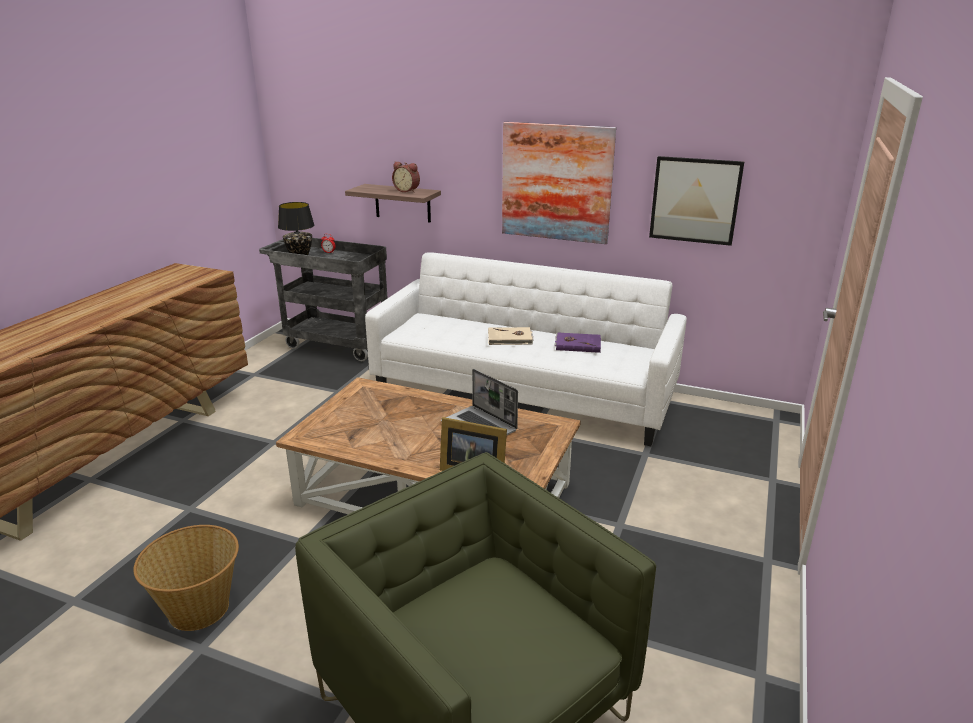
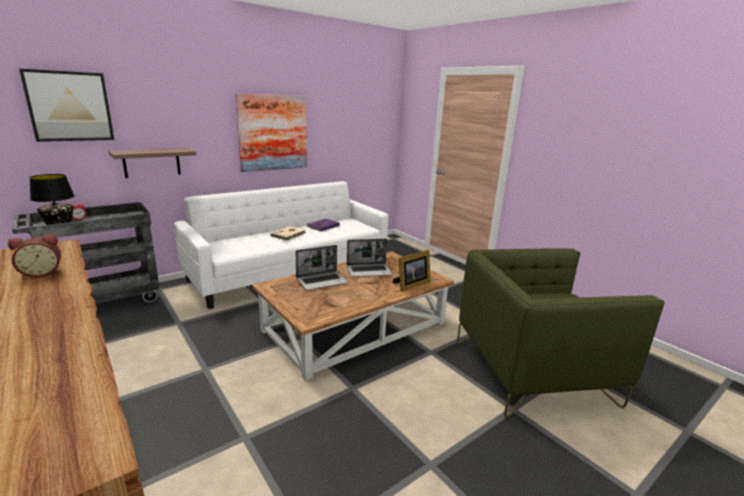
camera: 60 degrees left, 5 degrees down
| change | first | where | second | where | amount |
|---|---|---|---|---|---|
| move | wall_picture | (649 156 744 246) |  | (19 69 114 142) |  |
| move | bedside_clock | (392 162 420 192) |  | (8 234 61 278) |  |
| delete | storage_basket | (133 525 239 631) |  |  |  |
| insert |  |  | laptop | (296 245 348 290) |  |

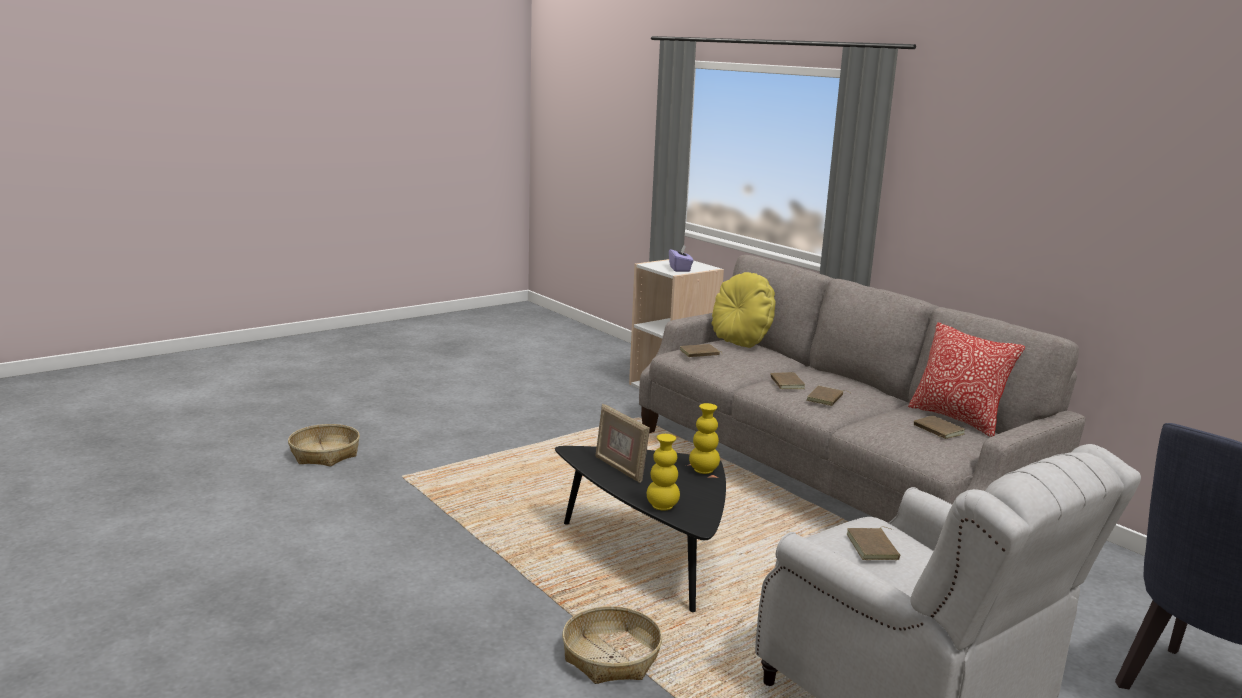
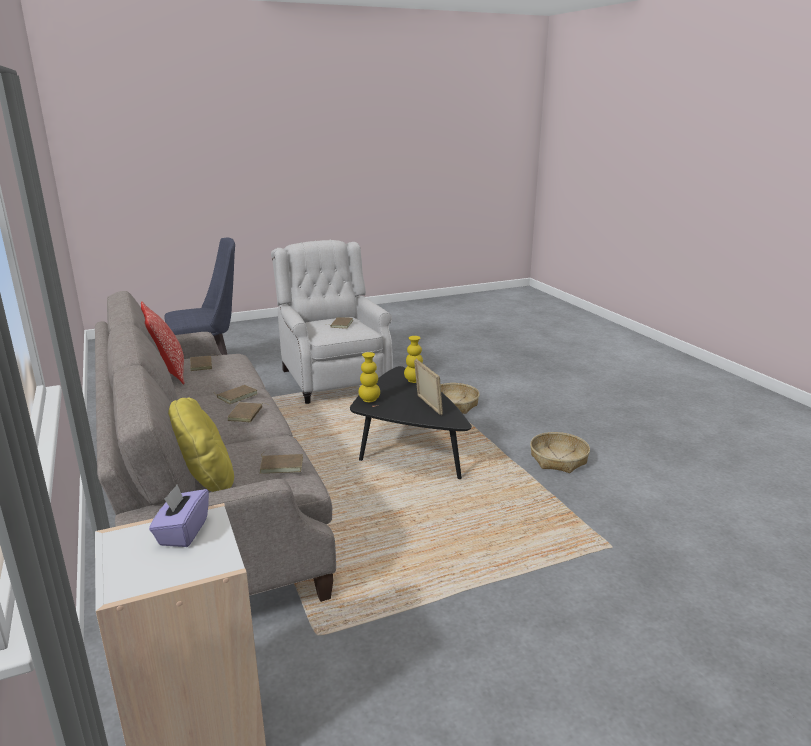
camera: 165 degrees left, 5 degrees up
| change | first | where | second | where | amount |
|---|---|---|---|---|---|
| move | storage_basket | (288 424 360 466) |  | (530 432 590 473) |  |

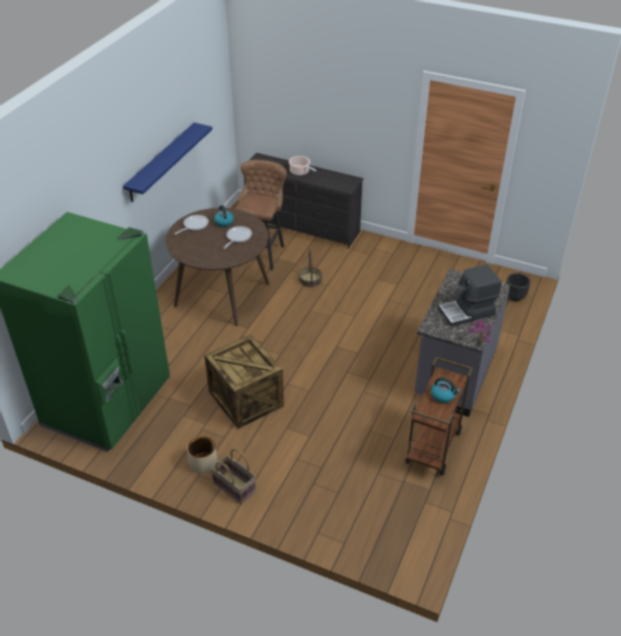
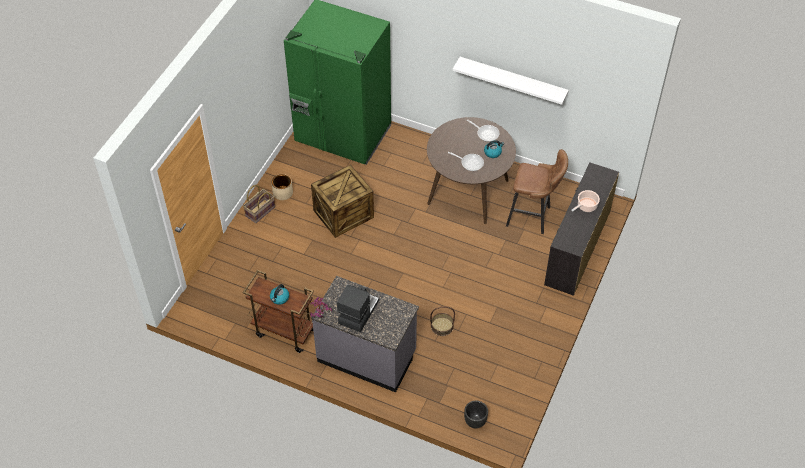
camera: 90 degrees right, 10 degrees up
| change | first | where | second | where | amount |
|---|---|---|---|---|---|
| recolor | bluish_bracket_shelf | (123 122 212 202) | white_bracket_shelf | (453 57 569 105) |  |
| move | storage_basket | (299 249 322 288) |  | (430 306 455 336) |  |
| rotate | coffee_maker | (438 264 502 327) |  | (337 285 379 332) | 45 degrees clockwise |

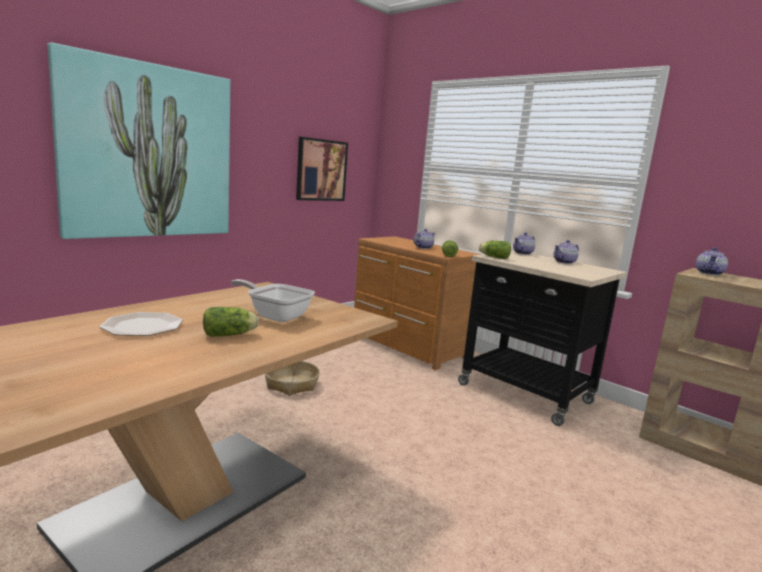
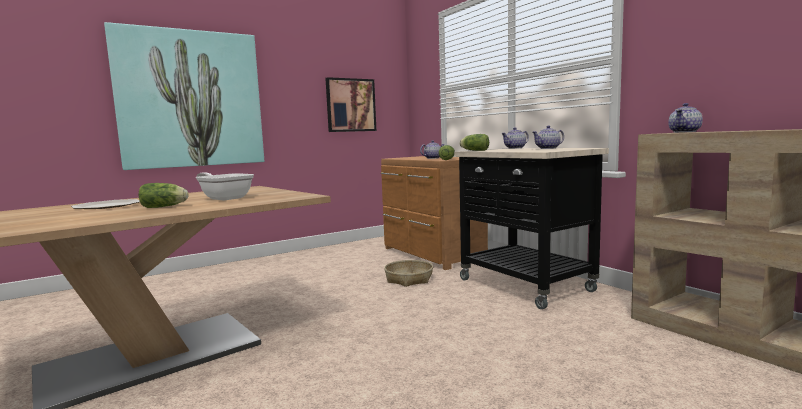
camera: 15 degrees right, 5 degrees down
| change | first | where | second | where | amount |
|---|---|---|---|---|---|
| move | storage_basket | (265 361 320 396) |  | (384 260 433 287) |  |

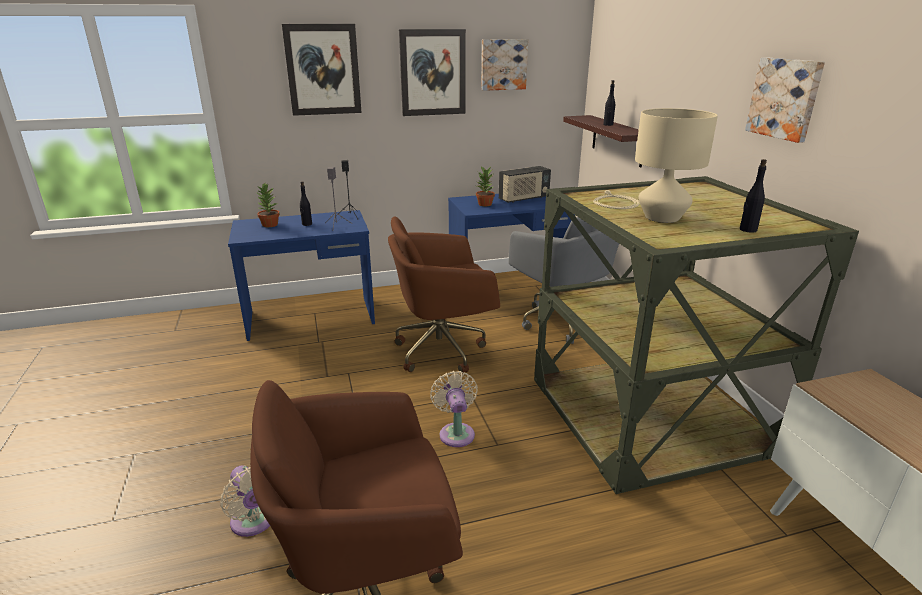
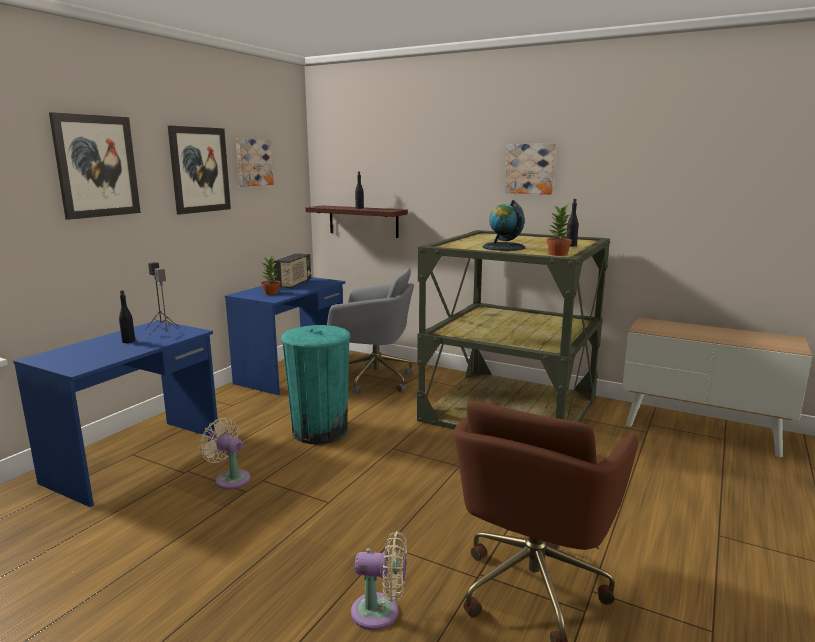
camera: 45 degrees left, 10 degrees down
| change | first | where | second | where | amount |
|---|---|---|---|---|---|
| replace | beige_tabletop_lamp | (593 108 718 223) | globe | (483 200 525 251) |  |
| move | houseplant | (256 183 280 227) |  | (546 204 572 256) |  |
| replace | brown_desk_chair | (388 216 500 372) | turquoise_waste_bin | (281 325 351 444) |  |
| move | beige_cooling_fan | (430 371 478 447) |  | (199 418 250 489) |  |

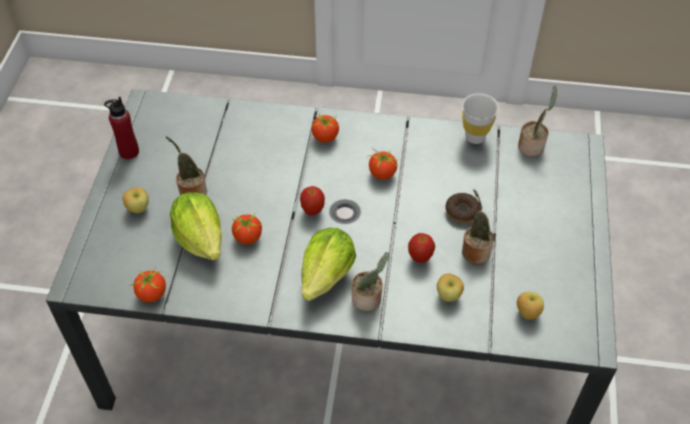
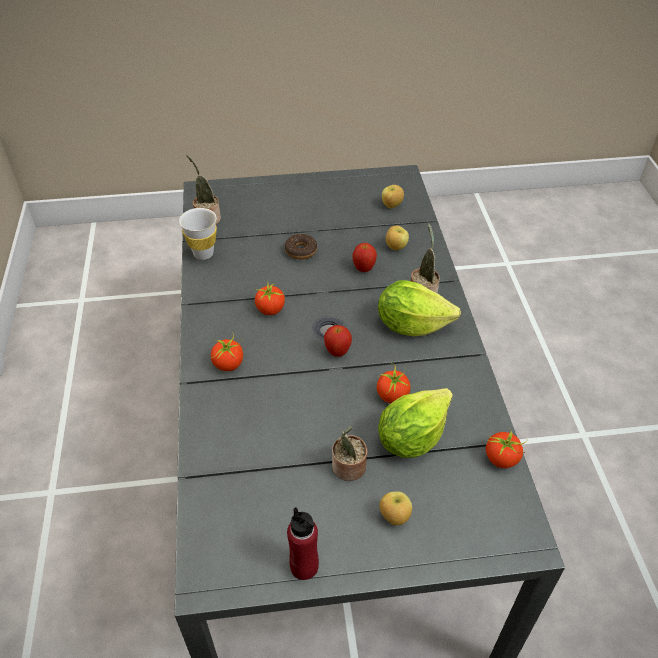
camera: 105 degrees left, 5 degrees down
| change | first | where | second | where | amount |
|---|---|---|---|---|---|
| delete | houseplant | (462 189 494 264) |  |  |  |

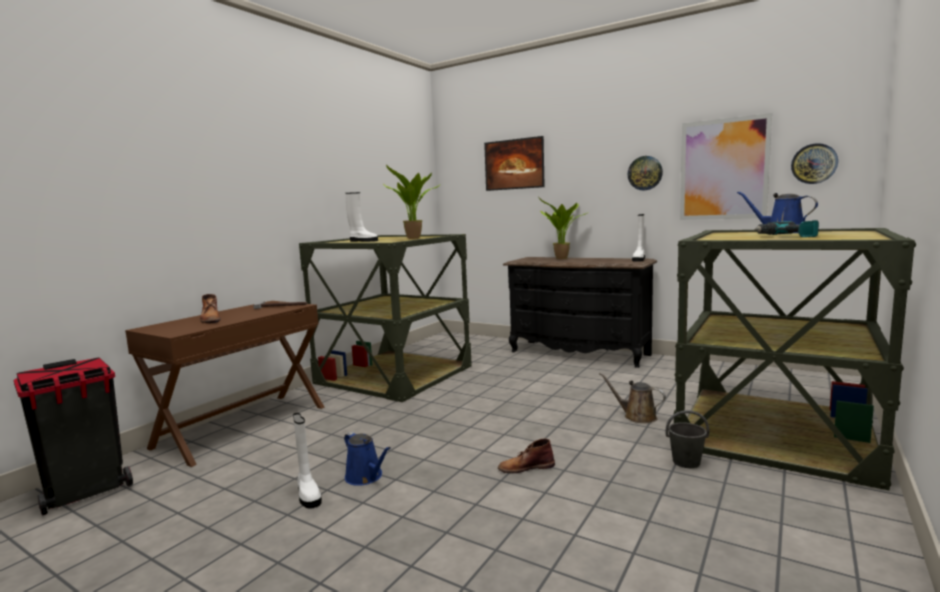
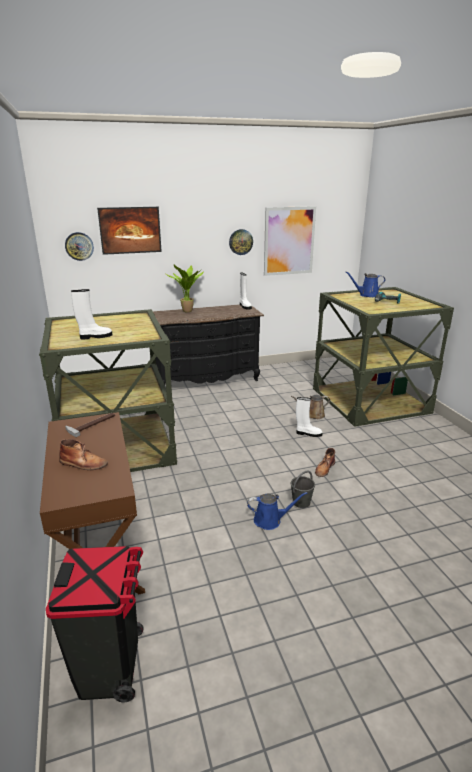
camera: 50 degrees left, 15 degrees up
| change | first | where | second | where | amount |
|---|---|---|---|---|---|
| move | hanging_clock | (791 143 838 184) |  | (65 232 94 261) |  |
| delete | houseplant | (383 165 441 239) |  |  |  |
| move | gray_bucket | (665 410 709 468) |  | (291 471 315 508) |  |
| move | white_high-top_boot | (293 413 322 509) |  | (296 397 323 437) |  |

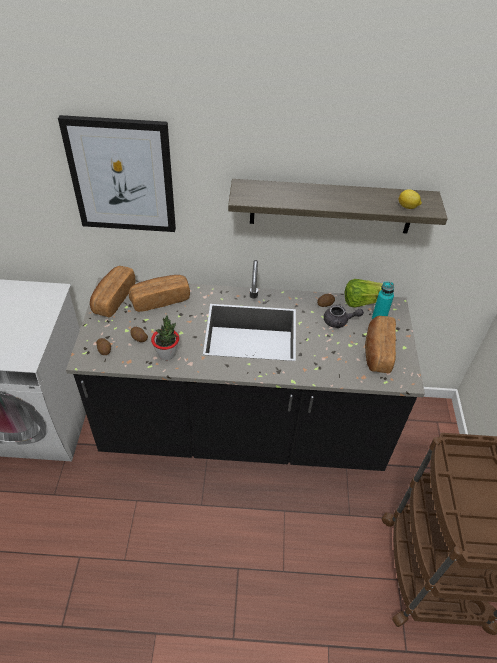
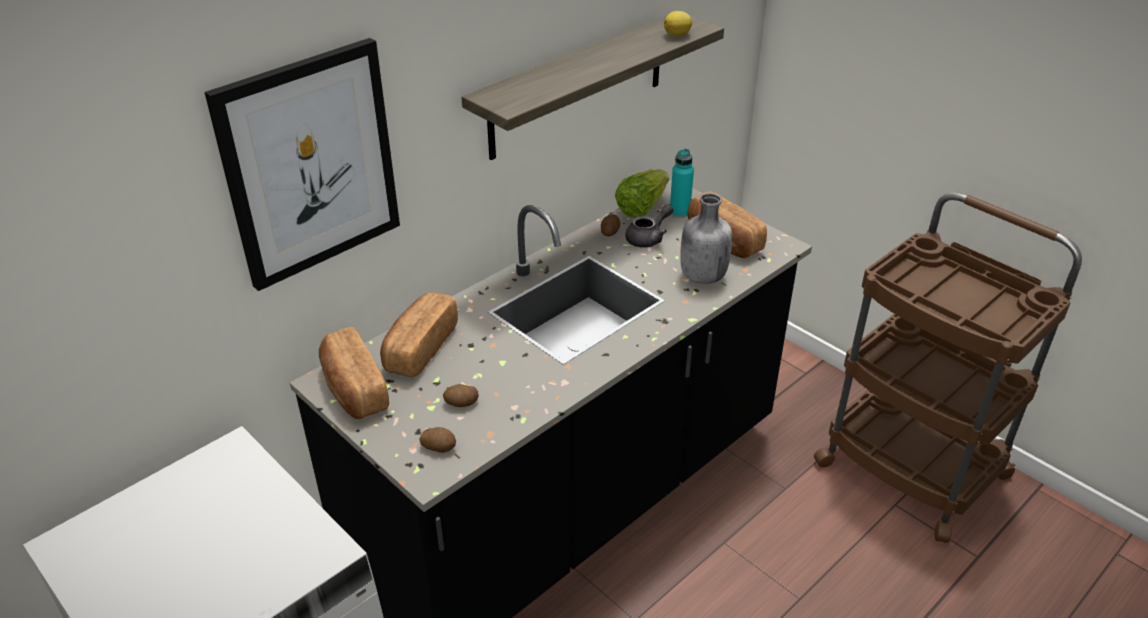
camera: 45 degrees left, 10 degrees down
| change | first | where | second | where | amount |
|---|---|---|---|---|---|
| delete | houseplant | (151 315 179 360) |  |  |  |
| insert |  |  | gray_bottle | (680 193 732 284) |  |

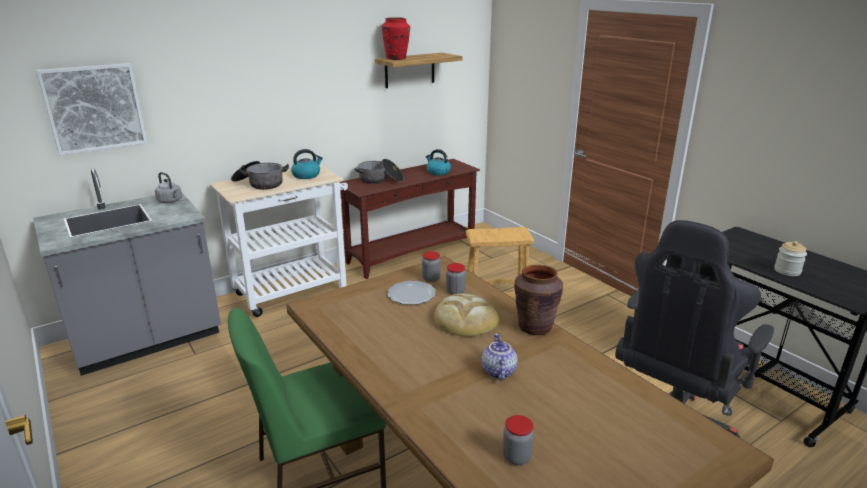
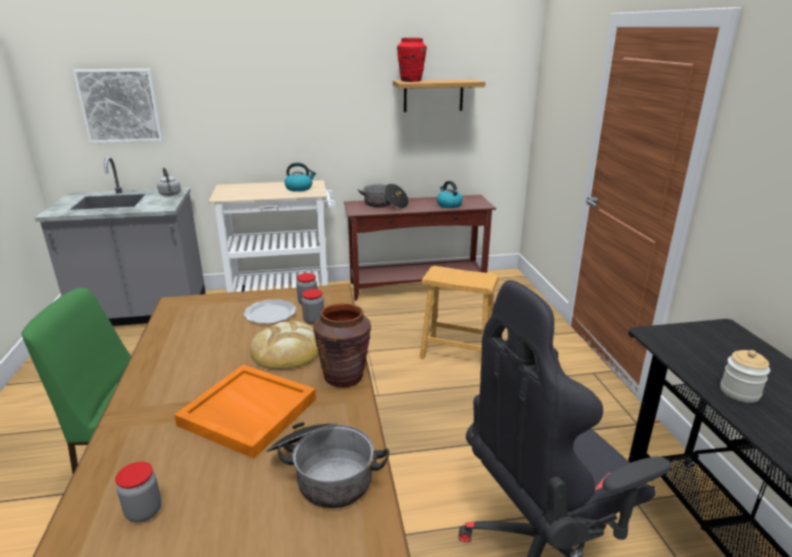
camera: 25 degrees right, 0 degrees up
| change | first | where | second | where | amount |
|---|---|---|---|---|---|
| move | saucepot | (231 161 289 190) |  | (266 422 390 508) |  |
| replace | tea_pot | (481 333 518 381) | orangey_carrying_tray | (174 365 316 459) |  |

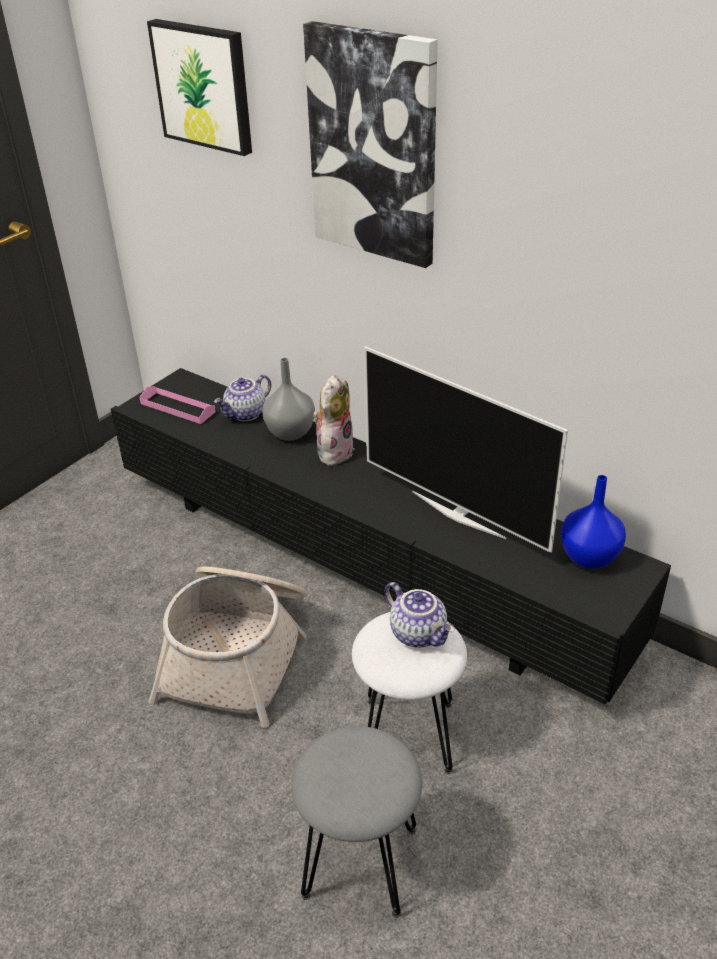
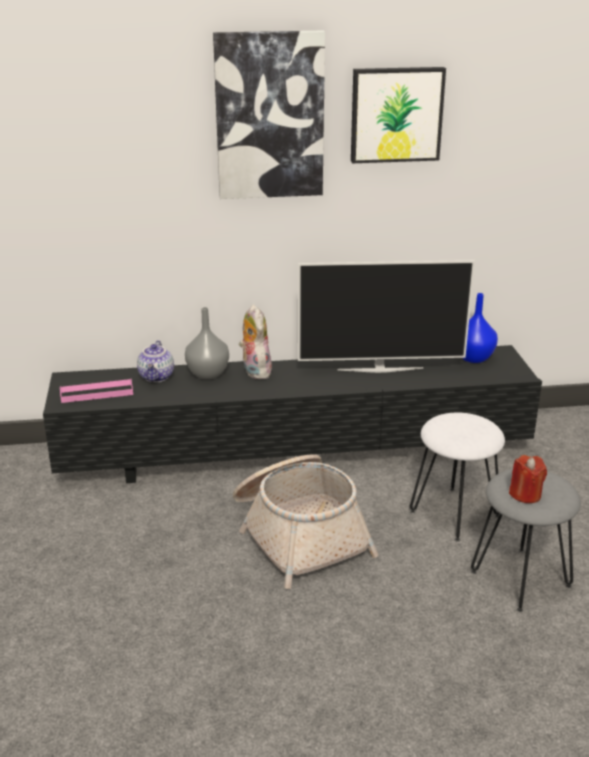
camera: 45 degrees left, 10 degrees down
| change | first | where | second | where | amount |
|---|---|---|---|---|---|
| move | wall_picture | (147 19 252 156) |  | (351 67 446 163) |  |
| delete | tea_pot | (384 582 455 648) |  |  |  |
| insert |  |  | reddish_wax_candle | (509 455 547 503) |  |

